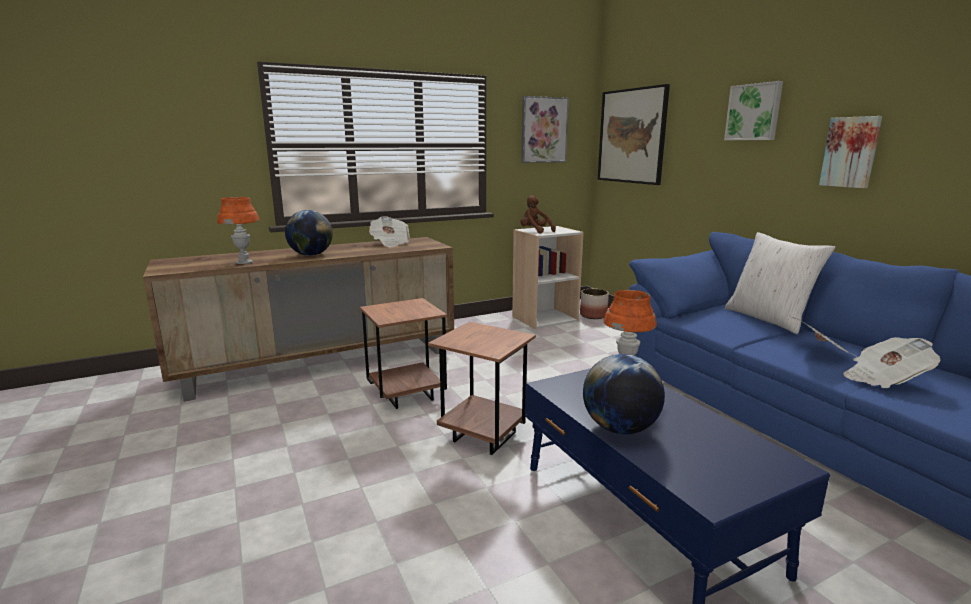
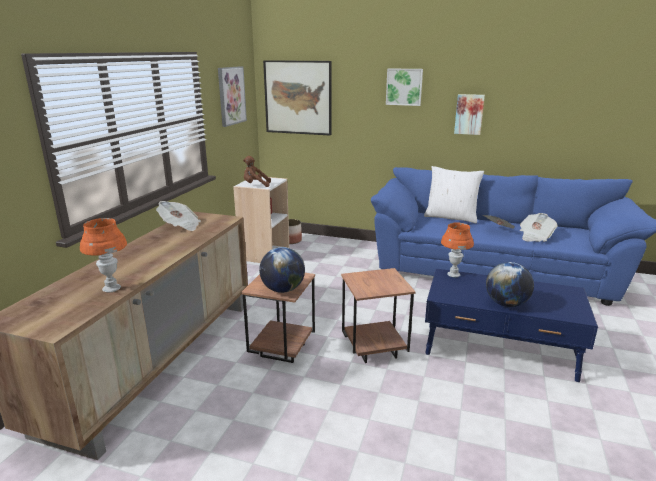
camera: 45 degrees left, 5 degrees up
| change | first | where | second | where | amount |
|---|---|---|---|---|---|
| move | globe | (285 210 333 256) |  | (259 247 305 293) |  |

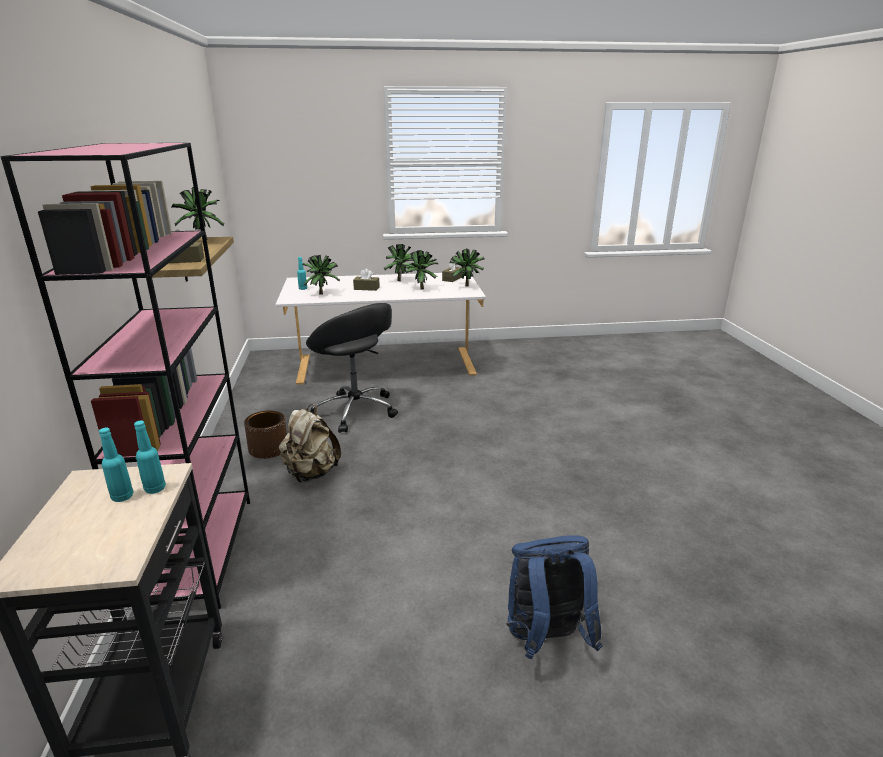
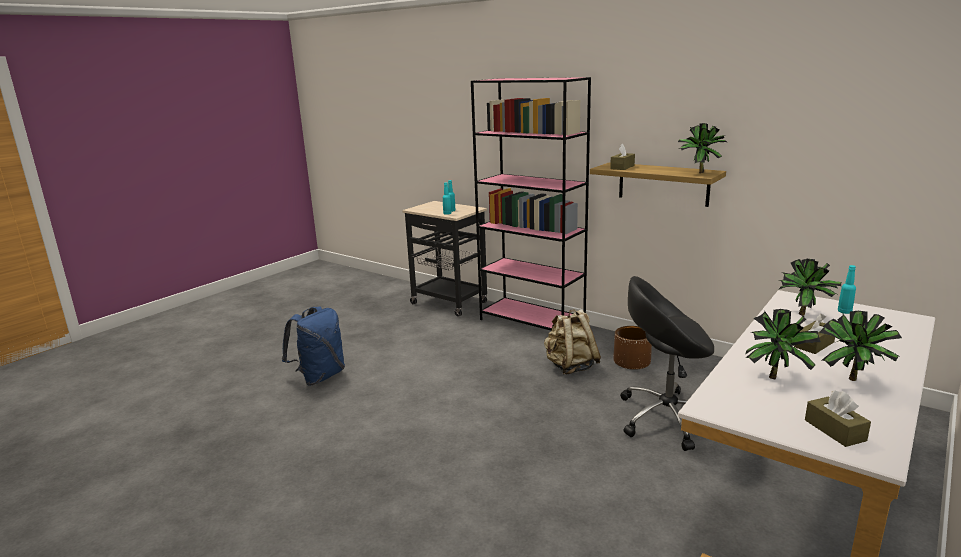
camera: 135 degrees right, 5 degrees down
| change | first | where | second | where | amount |
|---|---|---|---|---|---|
| delete | houseplant | (449 248 485 287) |  |  |  |

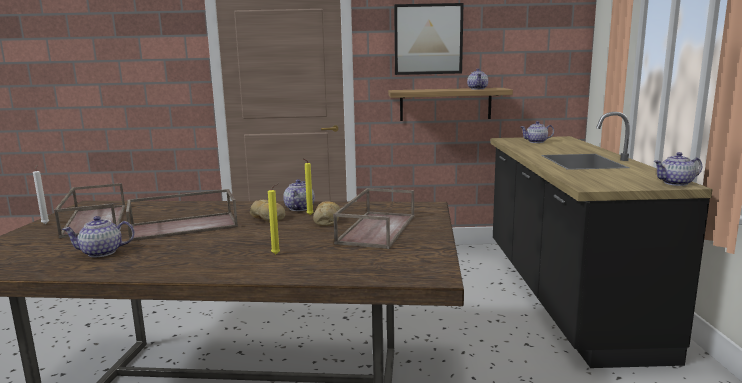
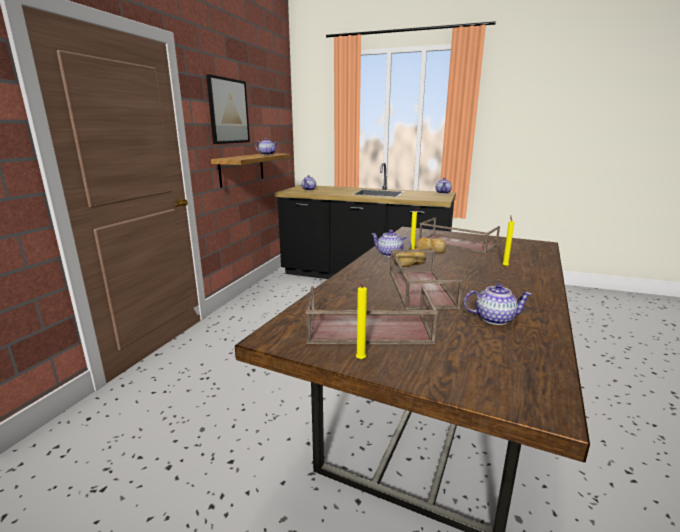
camera: 70 degrees left, 5 degrees up
| change | first | where | second | where | amount |
|---|---|---|---|---|---|
| recolor | white_wax_candle | (33 164 49 224) | yellowish_wax_candle | (353 279 367 360) |  |
| rotate | tea_pot | (62 216 135 257) |  | (464 284 532 325) | 90 degrees counterclockwise |

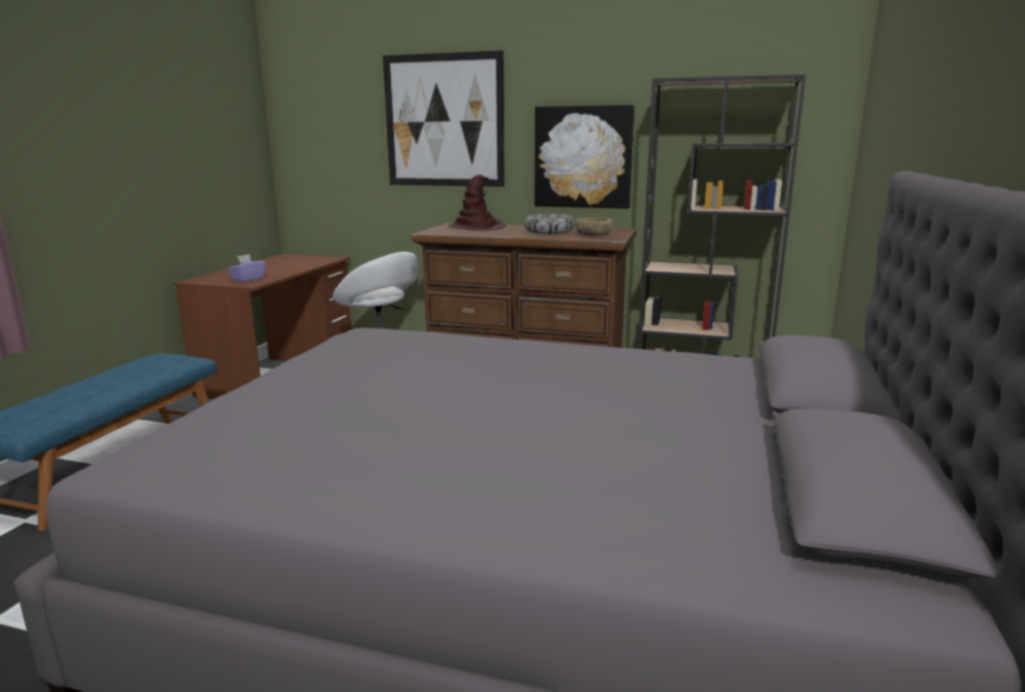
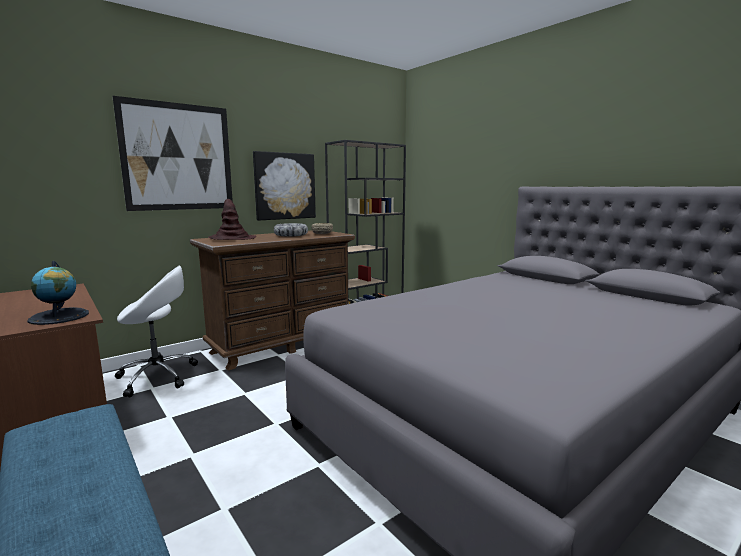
camera: 55 degrees left, 5 degrees down
| change | first | where | second | where | amount |
|---|---|---|---|---|---|
| replace | purplish_box_of_tissues | (228 254 266 282) | globe | (27 261 89 325) |  |

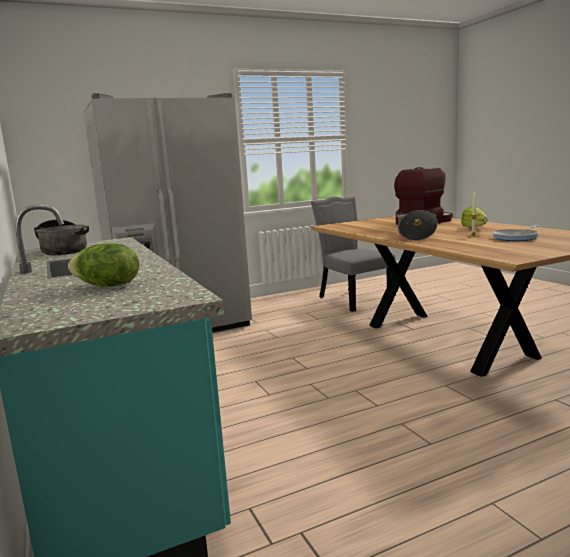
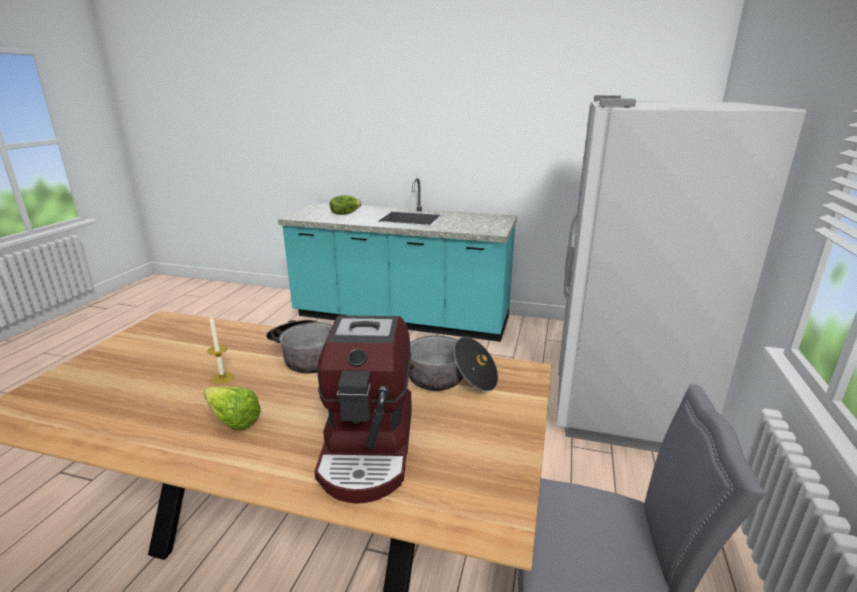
camera: 130 degrees right, 10 degrees up
| change | first | where | second | where | amount |
|---|---|---|---|---|---|
| move | saucepot | (34 219 89 255) |  | (409 335 498 392) |  |
| delete | frying_pan | (492 225 539 241) |  |  |  |

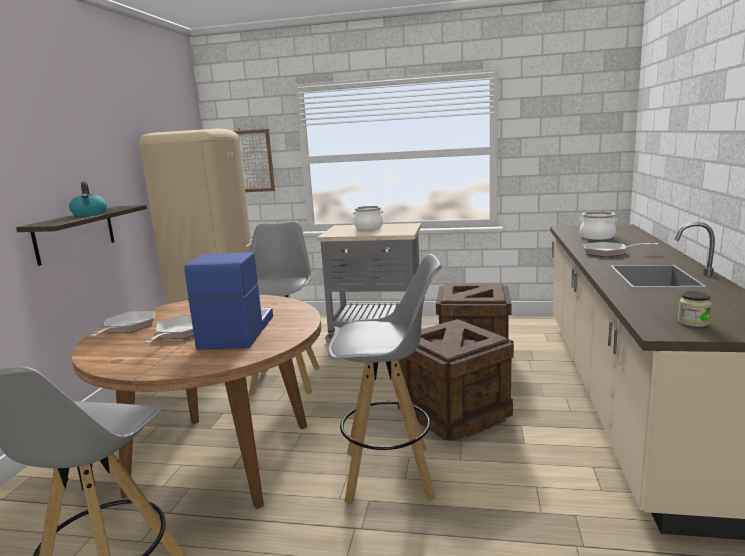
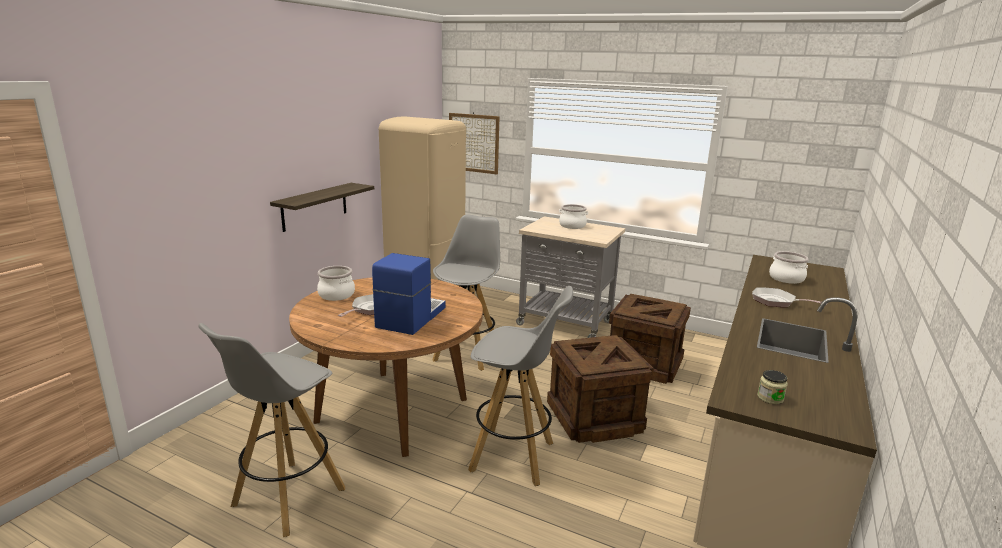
camera: 15 degrees right, 5 degrees up
| change | first | where | second | where | amount |
|---|---|---|---|---|---|
| delete | tea_kettle | (69 182 107 216) |  |  |  |
| replace | frying_pan | (89 311 155 337) | saucepot | (317 266 355 301) |  |

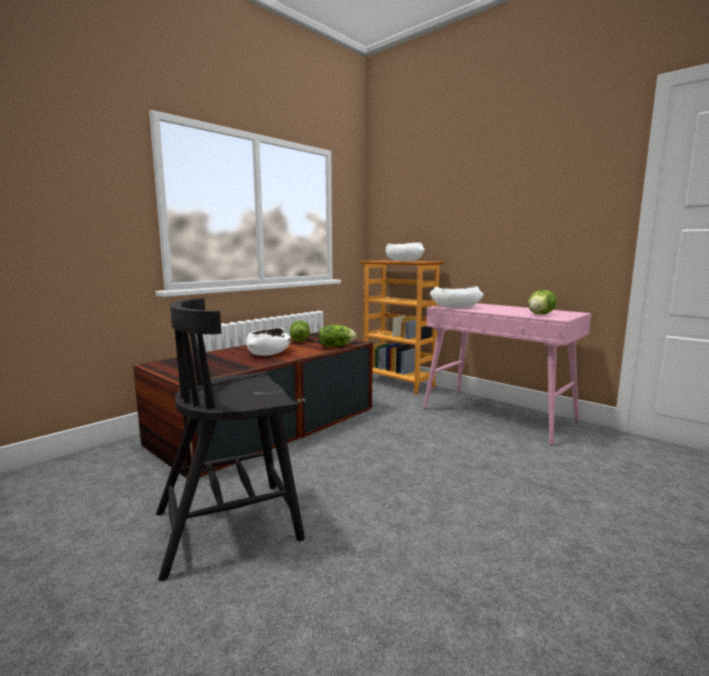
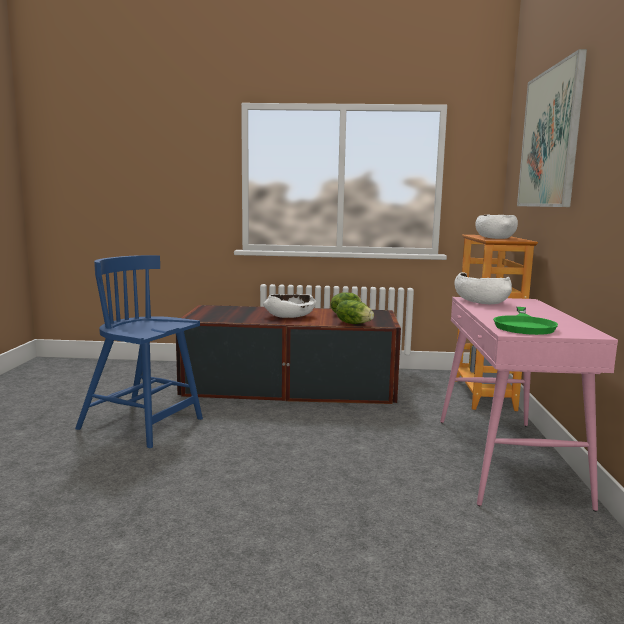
camera: 50 degrees right, 0 degrees up
| change | first | where | second | where | amount |
|---|---|---|---|---|---|
| replace | lettuce | (528 290 557 314) | green-coloured_frying_pan | (493 307 558 335) |  |
| recolor | blackish_chair | (156 298 305 581) | bluish_chair | (75 255 203 448) |  |
| insert |  |  | wall_picture | (517 49 587 207) |  |

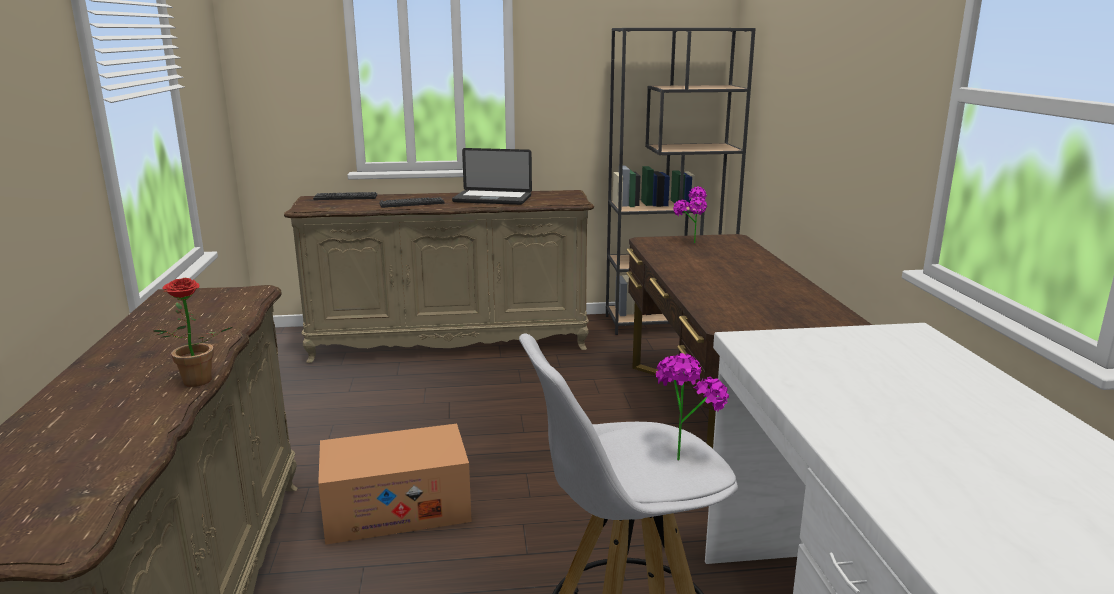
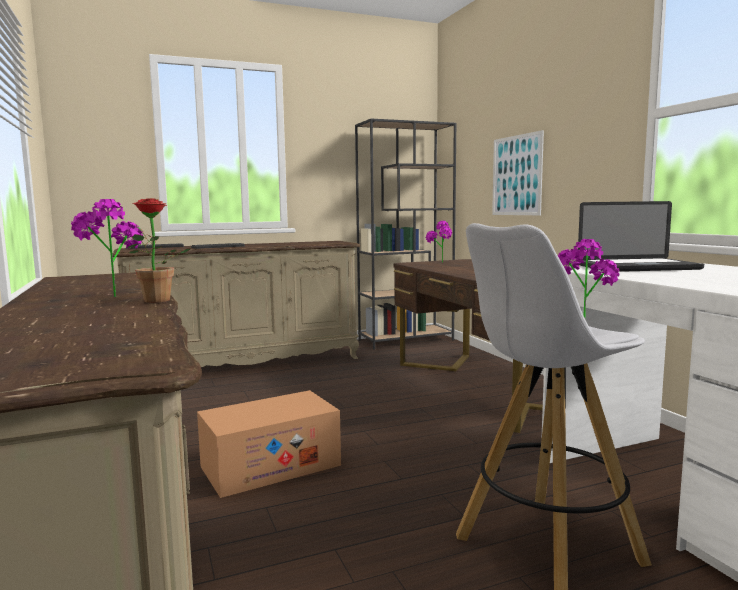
camera: 15 degrees left, 10 degrees down
| change | first | where | second | where | amount |
|---|---|---|---|---|---|
| move | laptop | (452 148 532 205) |  | (578 201 704 272) |  |
| insert |  |  | wall_picture | (492 130 544 215) |  |
| insert |  |  | houseplant | (71 199 143 297) |  |

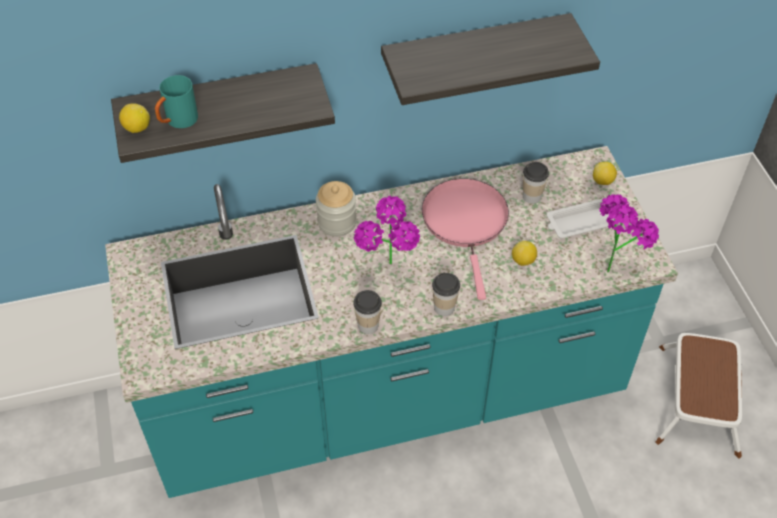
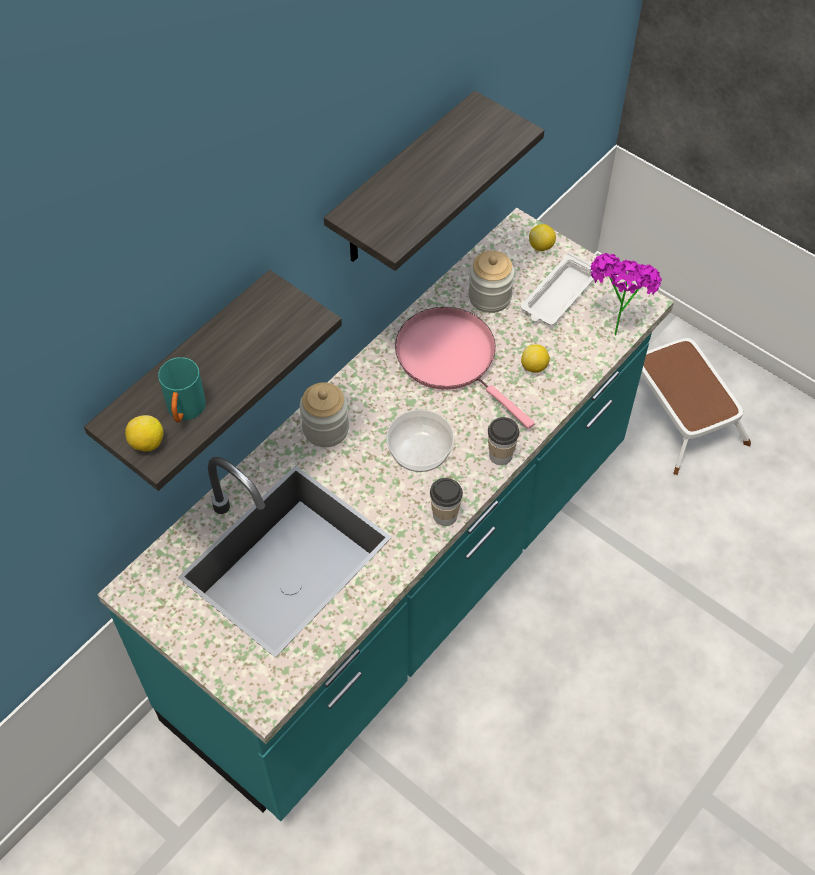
camera: 35 degrees left, 5 degrees up
| change | first | where | second | where | amount |
|---|---|---|---|---|---|
| replace | cup | (523 162 549 204) | preserve_jar | (468 251 515 313) |  |
| replace | houseplant | (354 196 420 264) | deep_dish | (386 409 454 472) |  |

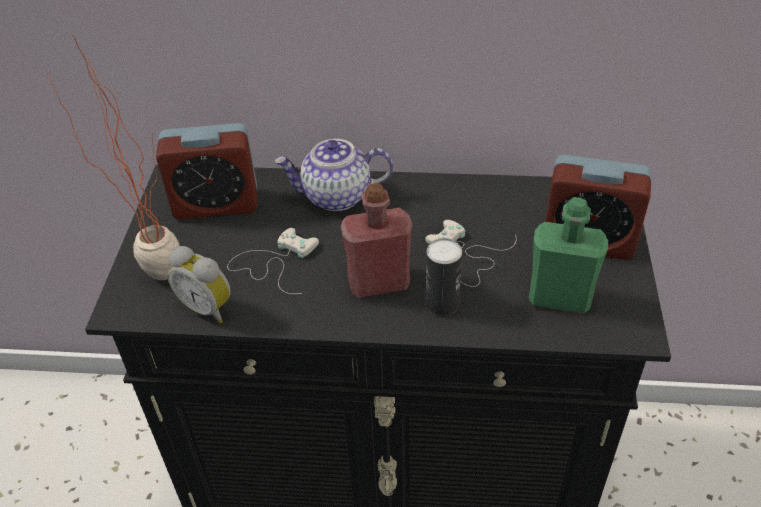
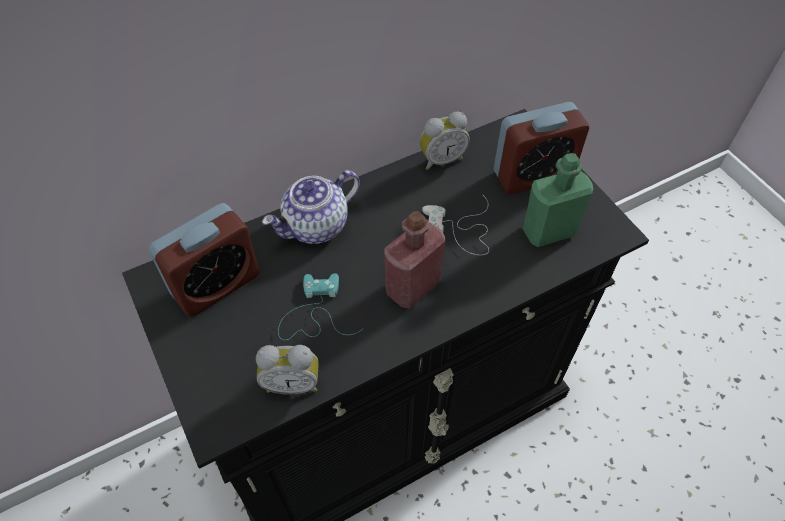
camera: 35 degrees left, 10 degrees up
| change | first | where | second | where | amount |
|---|---|---|---|---|---|
| delete | houseplant | (46 33 179 280) |  |  |  |
| recolor | white_gamepad | (227 228 319 294) | turquoise_gamepad | (278 273 363 340) |  |
| delete | metal_can | (426 238 462 316) |  |  |  |
| insert |  |  | bedside_clock | (419 112 470 170) |  |

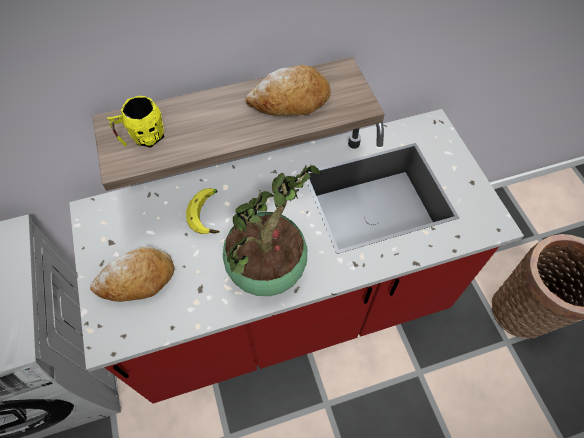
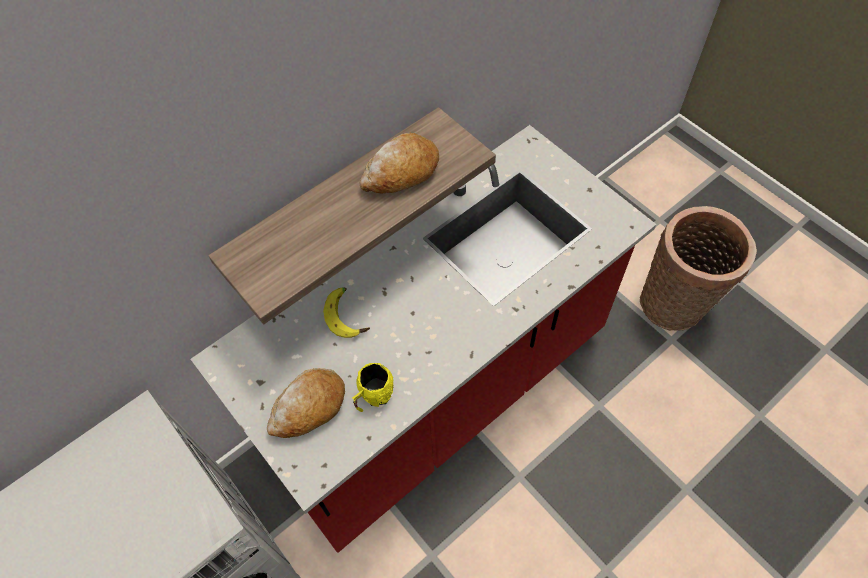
camera: 20 degrees left, 0 degrees up
| change | first | where | second | where | amount |
|---|---|---|---|---|---|
| move | yellowish_tea_mug | (107 96 164 148) |  | (352 363 394 412) |  |
| delete | houseplant | (223 165 322 296) |  |  |  |

